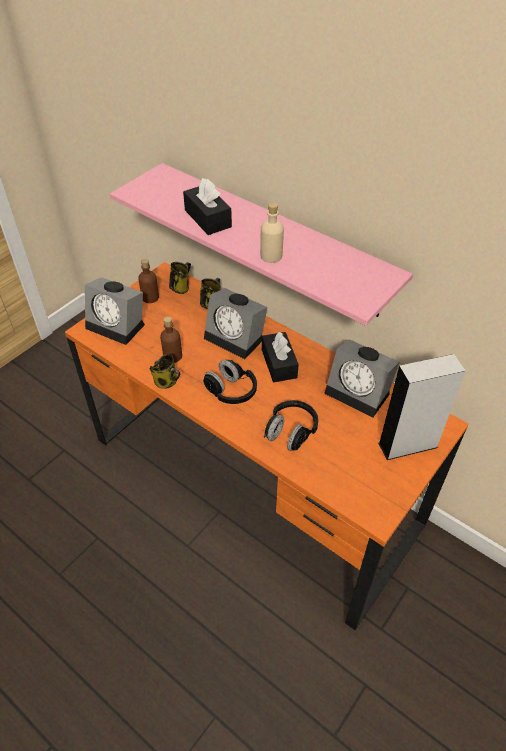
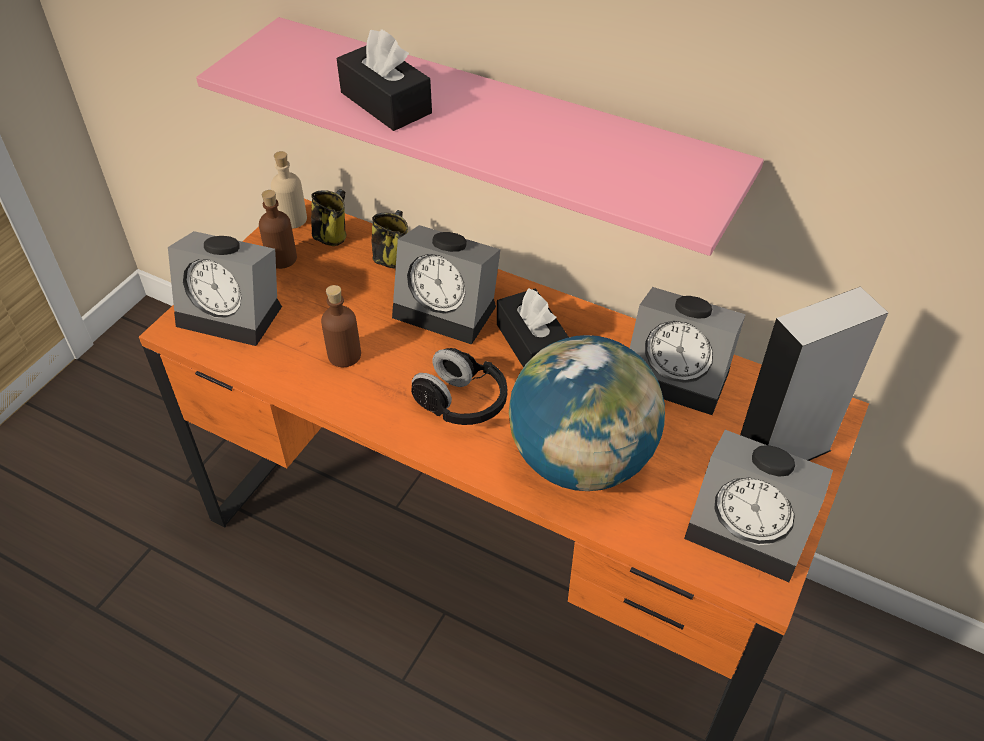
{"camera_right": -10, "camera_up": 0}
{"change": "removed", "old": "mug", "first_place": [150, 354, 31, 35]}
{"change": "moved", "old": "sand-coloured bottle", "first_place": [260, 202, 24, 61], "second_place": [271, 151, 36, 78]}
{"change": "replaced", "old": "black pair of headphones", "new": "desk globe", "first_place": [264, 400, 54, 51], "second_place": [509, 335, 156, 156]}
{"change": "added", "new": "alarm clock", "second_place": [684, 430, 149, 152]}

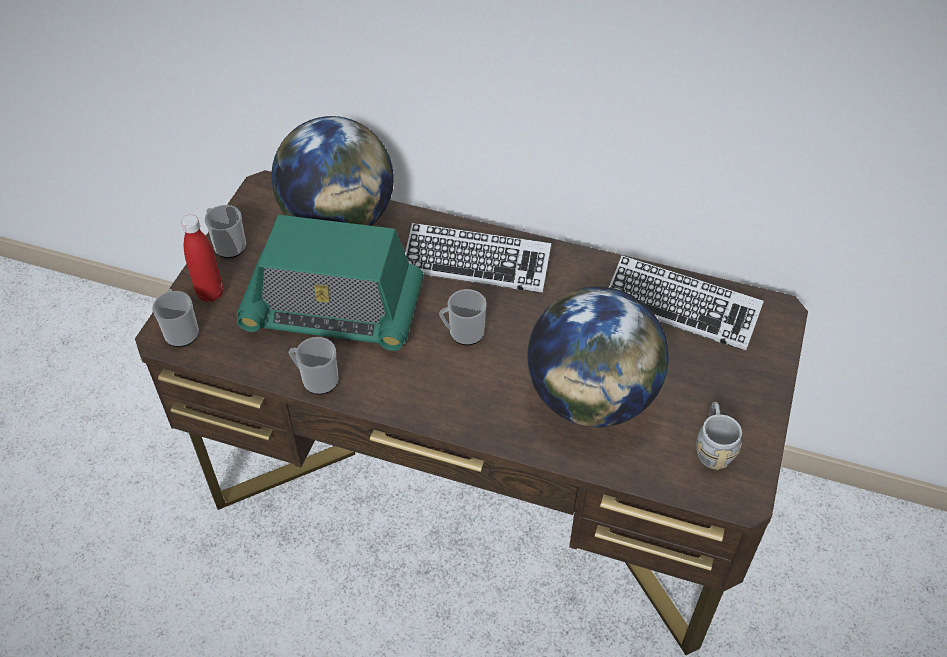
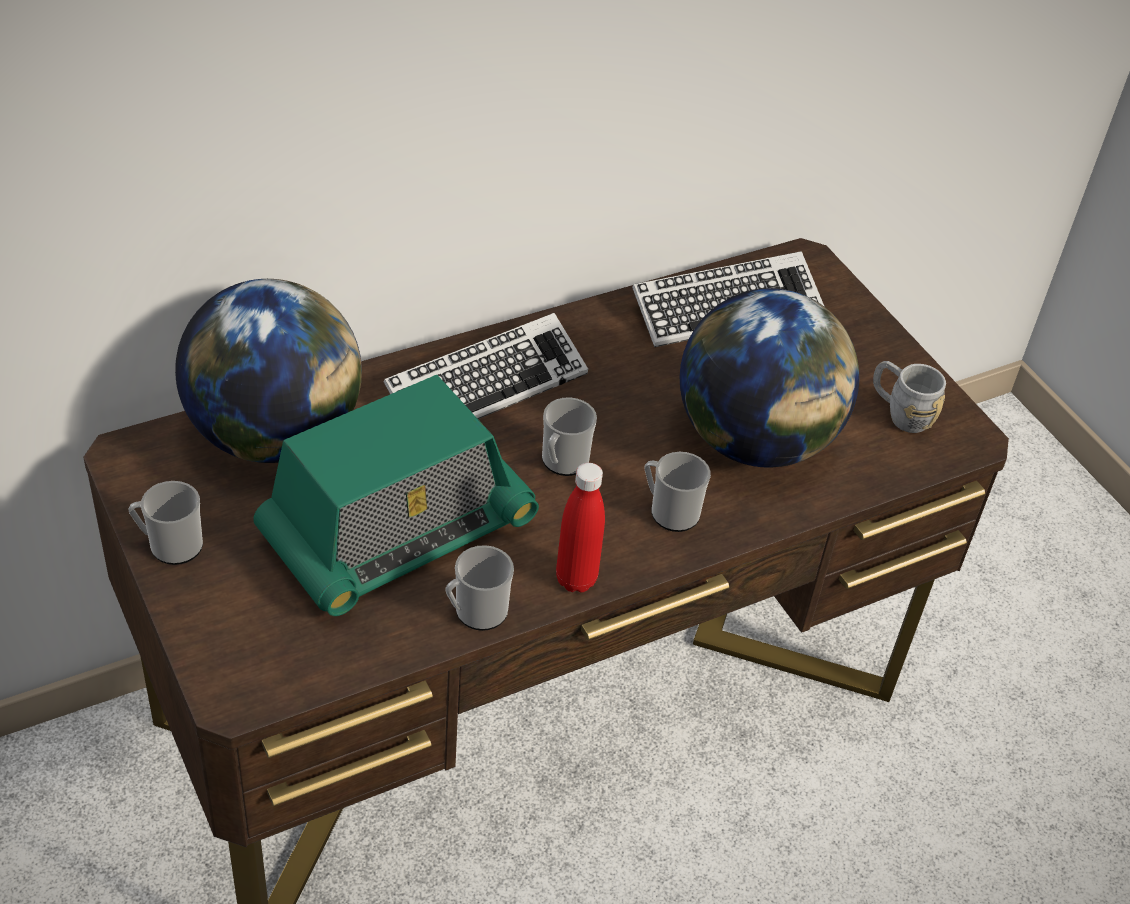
{"camera_right": -50, "camera_up": -5}
{"change": "moved", "old": "mug", "first_place": [152, 289, 47, 58], "second_place": [645, 452, 66, 80]}
{"change": "moved", "old": "red-coloured bottle", "first_place": [181, 215, 42, 87], "second_place": [556, 463, 49, 130]}

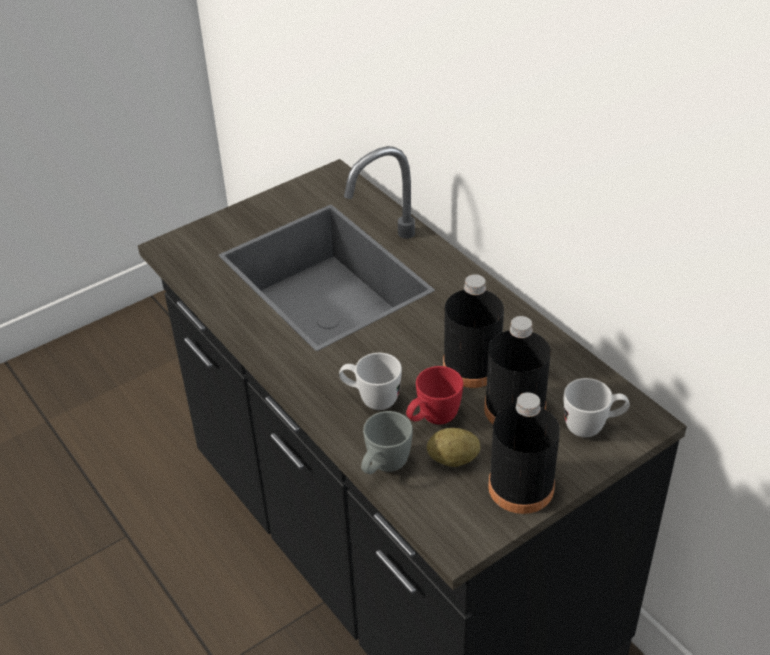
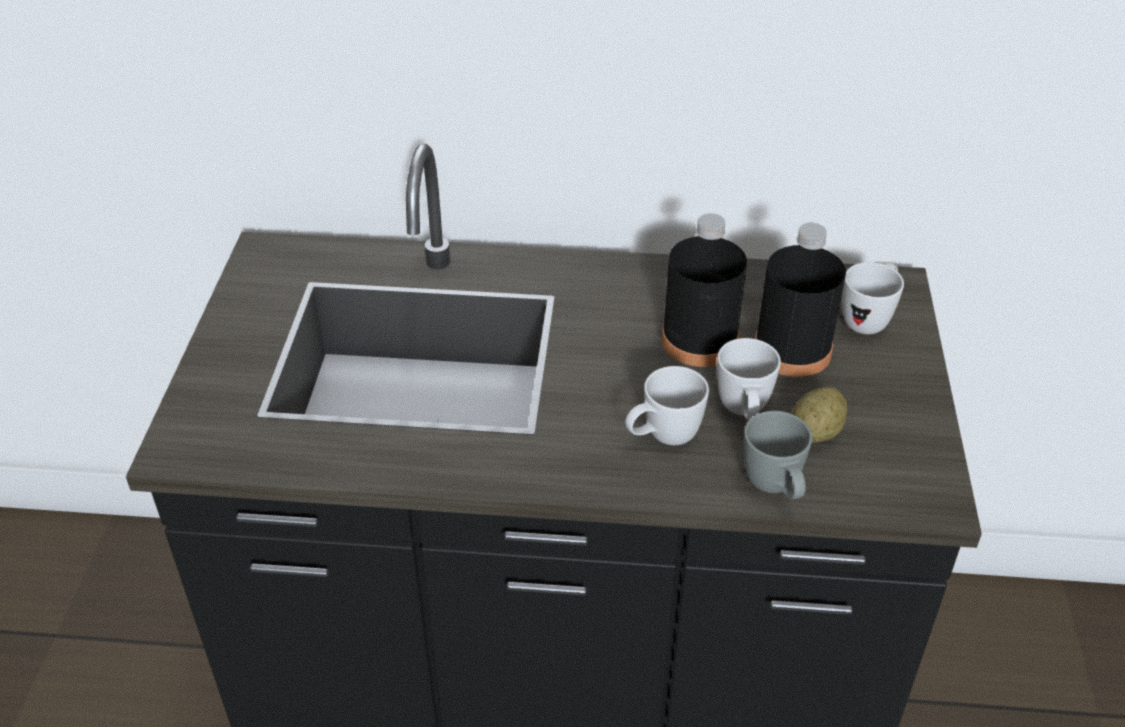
{"camera_right": -50, "camera_up": 0}
{"change": "recoloured", "old": "red-coloured mug", "new": "whitish mug", "first_place": [406, 366, 57, 58], "second_place": [717, 338, 64, 82]}
{"change": "removed", "old": "black bottle", "first_place": [488, 392, 72, 122]}

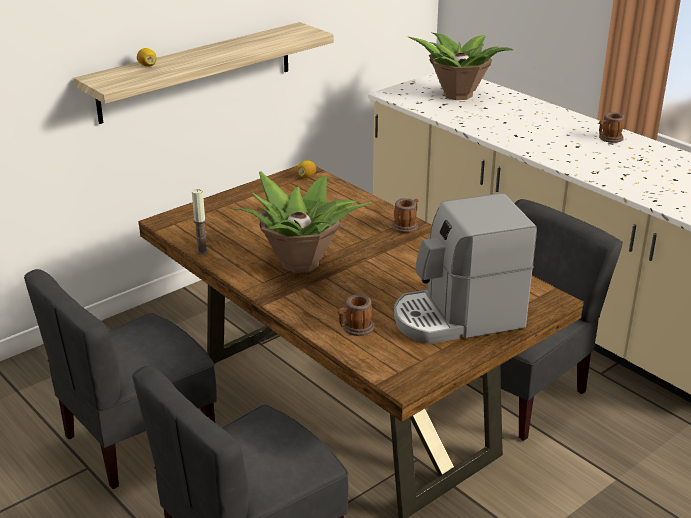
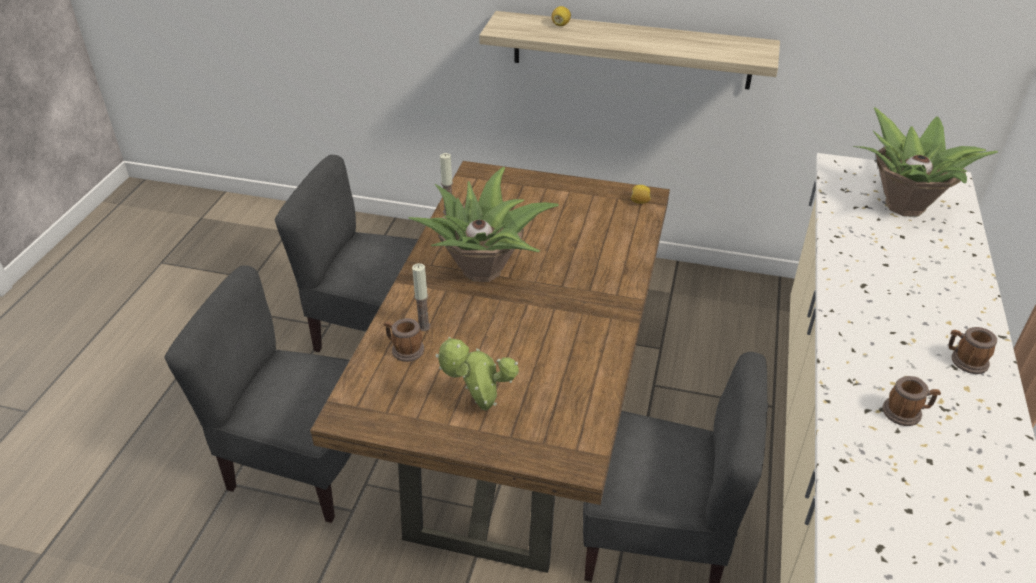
{"camera_right": 55, "camera_up": 10}
{"change": "moved", "old": "mug", "first_place": [392, 198, 27, 35], "second_place": [882, 376, 59, 50]}
{"change": "replaced", "old": "coffee maker", "new": "houseplant", "first_place": [394, 193, 143, 151], "second_place": [436, 337, 83, 73]}
{"change": "added", "new": "wax candle", "second_place": [412, 263, 19, 68]}

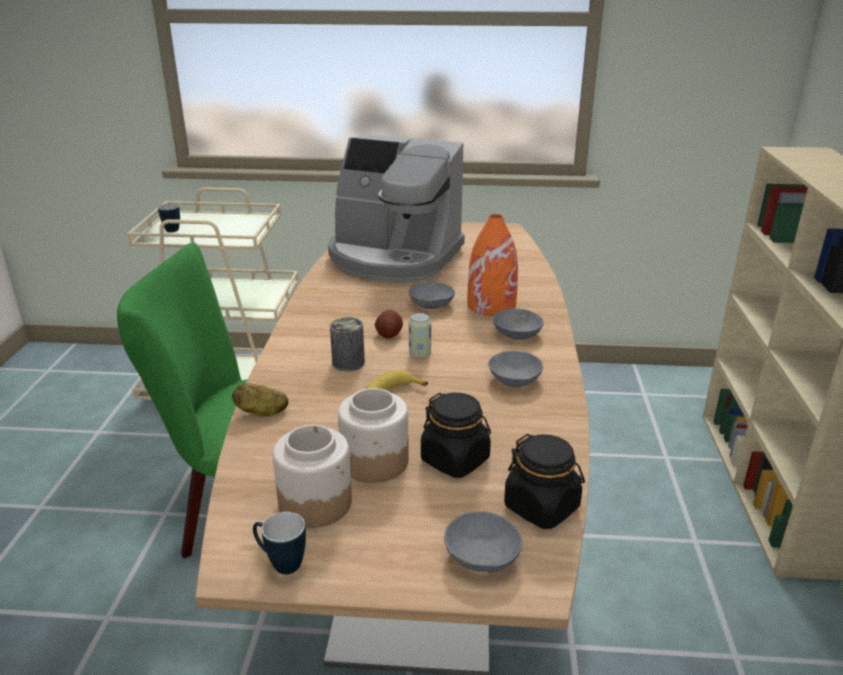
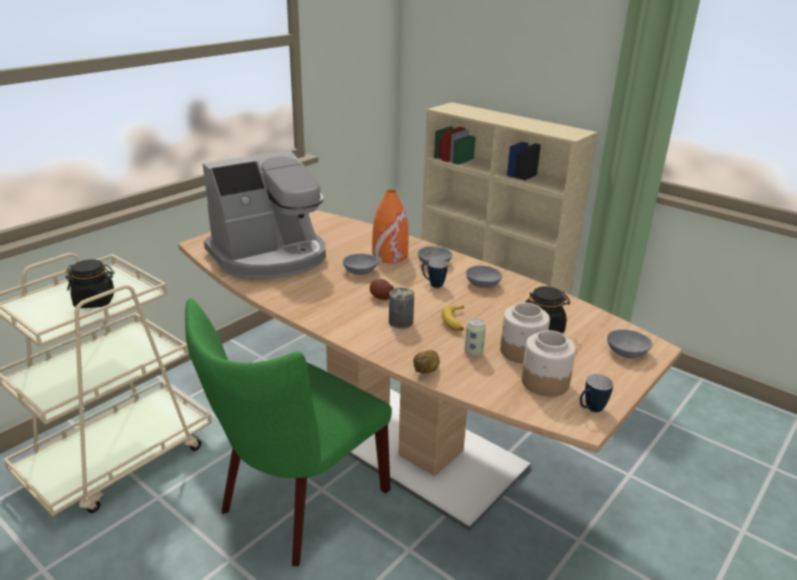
{"camera_right": -55, "camera_up": 0}
{"change": "moved", "old": "mug", "first_place": [158, 203, 22, 29], "second_place": [422, 259, 26, 29]}
{"change": "moved", "old": "metal can", "first_place": [409, 313, 22, 46], "second_place": [464, 319, 22, 37]}
{"change": "moved", "old": "black preserve jar", "first_place": [504, 434, 81, 95], "second_place": [66, 259, 48, 49]}

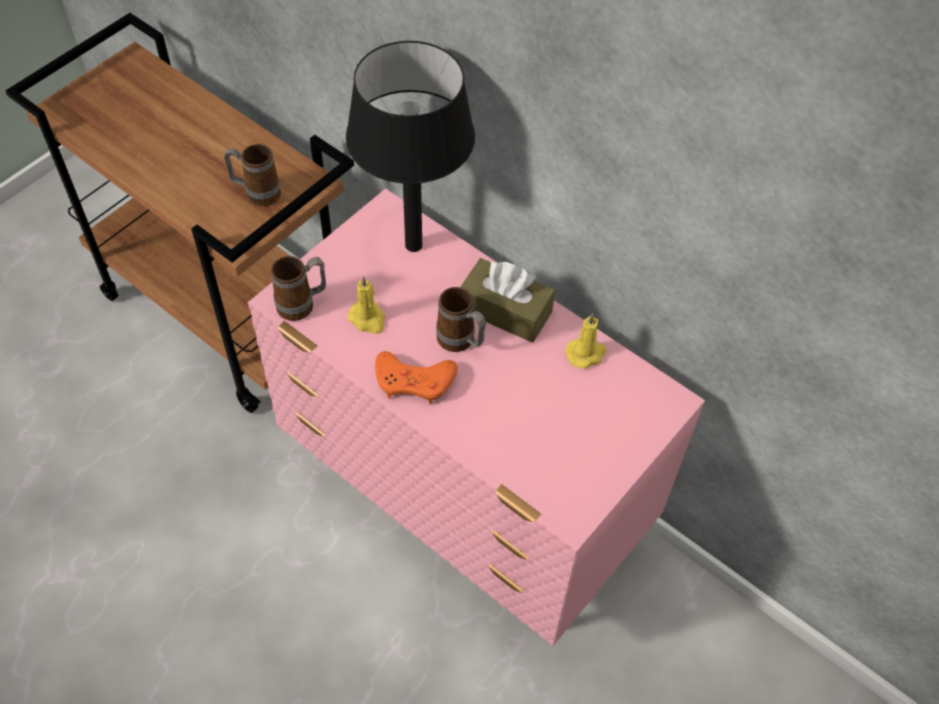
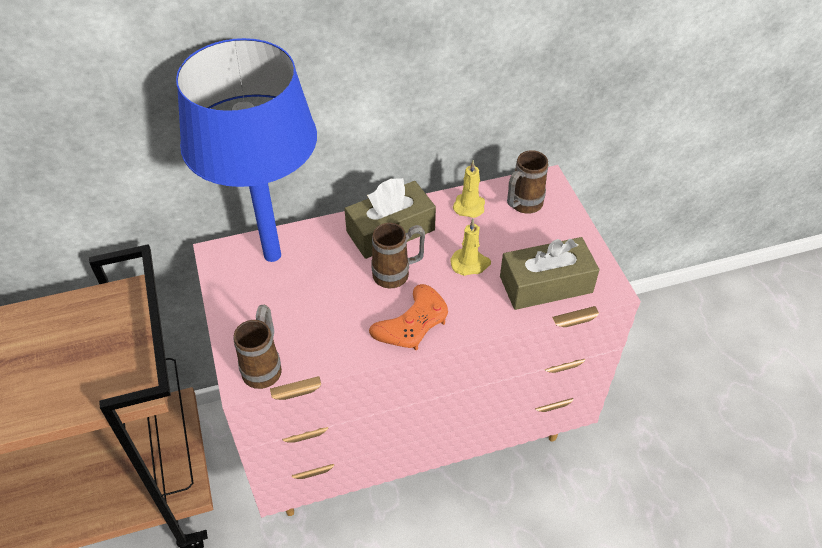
{"camera_right": -55, "camera_up": -5}
{"change": "moved", "old": "mug", "first_place": [224, 144, 57, 62], "second_place": [507, 150, 41, 64]}
{"change": "recoloured", "old": "black tabletop lamp", "new": "bluish tabletop lamp", "first_place": [346, 41, 129, 211], "second_place": [176, 38, 141, 224]}
{"change": "moved", "old": "yellow wax candle", "first_place": [348, 276, 37, 58], "second_place": [450, 219, 41, 57]}
{"change": "added", "new": "brown tissue holder", "second_place": [500, 237, 100, 73]}

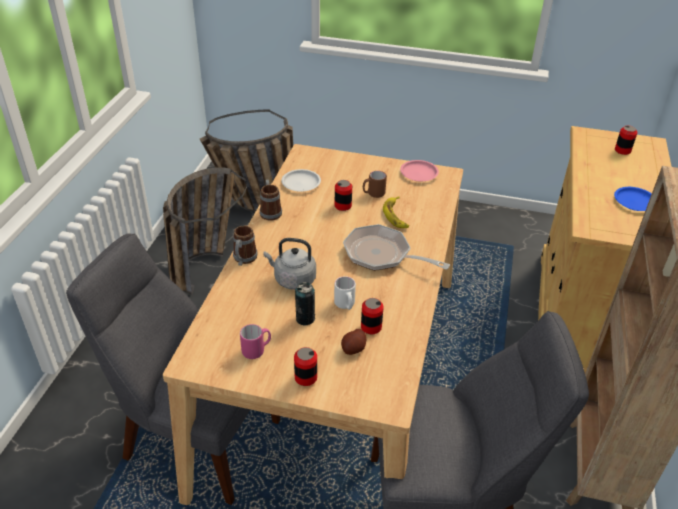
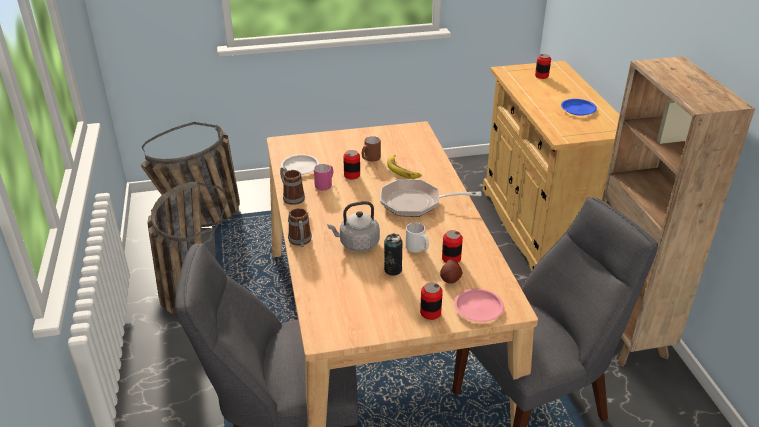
{"camera_right": -25, "camera_up": -5}
{"change": "moved", "old": "pinkish mug", "first_place": [240, 324, 31, 35], "second_place": [314, 164, 19, 27]}
{"change": "moved", "old": "pinkish dinner plate", "first_place": [400, 160, 39, 22], "second_place": [454, 288, 50, 34]}

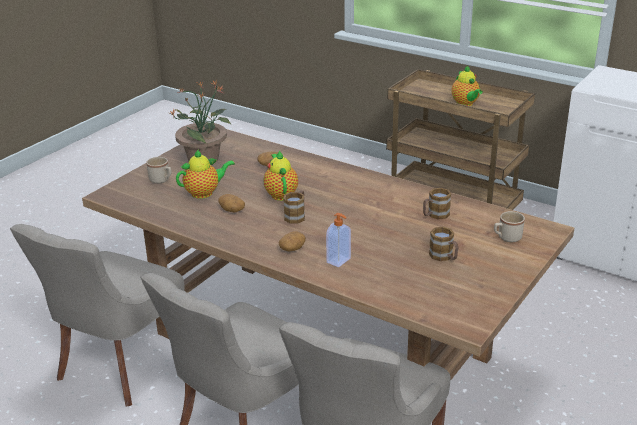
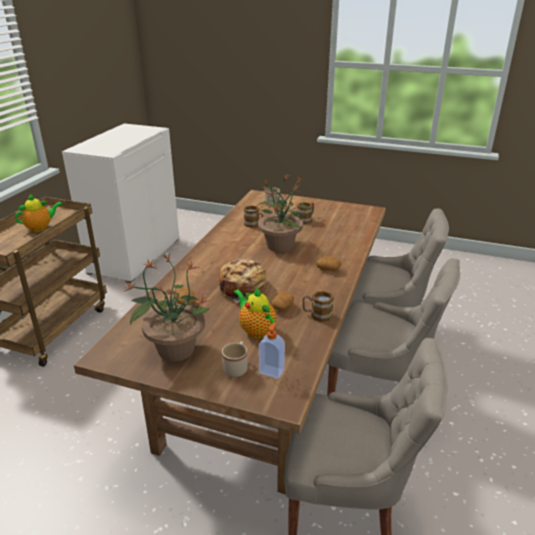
{"camera_right": -105, "camera_up": 0}
{"change": "replaced", "old": "tea pot", "new": "baked bread", "first_place": [264, 150, 34, 51], "second_place": [219, 258, 49, 45]}
{"change": "moved", "old": "mug", "first_place": [283, 191, 22, 33], "second_place": [303, 291, 31, 31]}
{"change": "moved", "old": "soap dispenser", "first_place": [326, 213, 25, 54], "second_place": [259, 323, 26, 56]}
{"change": "added", "new": "houseplant", "second_place": [256, 173, 53, 79]}

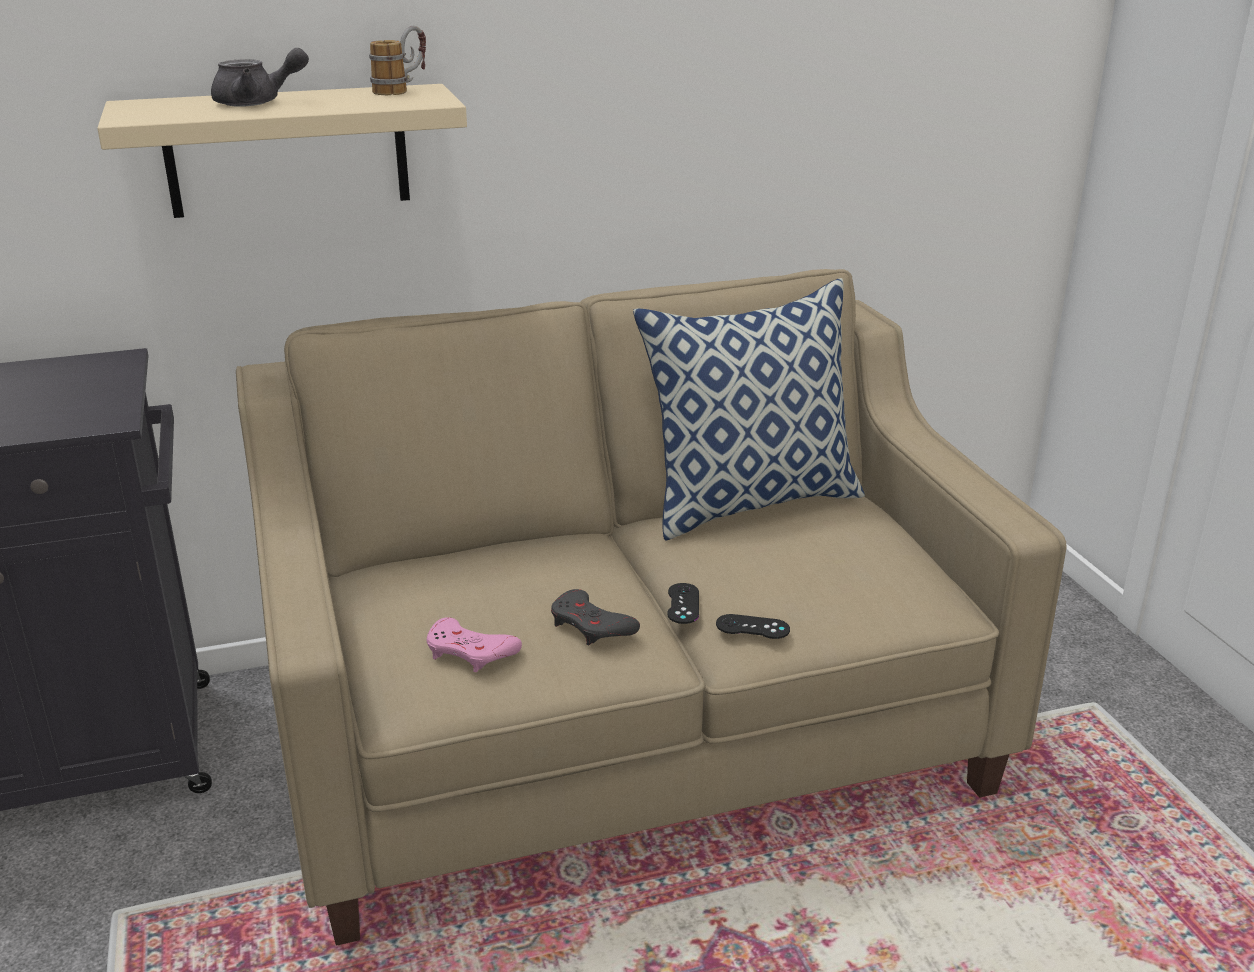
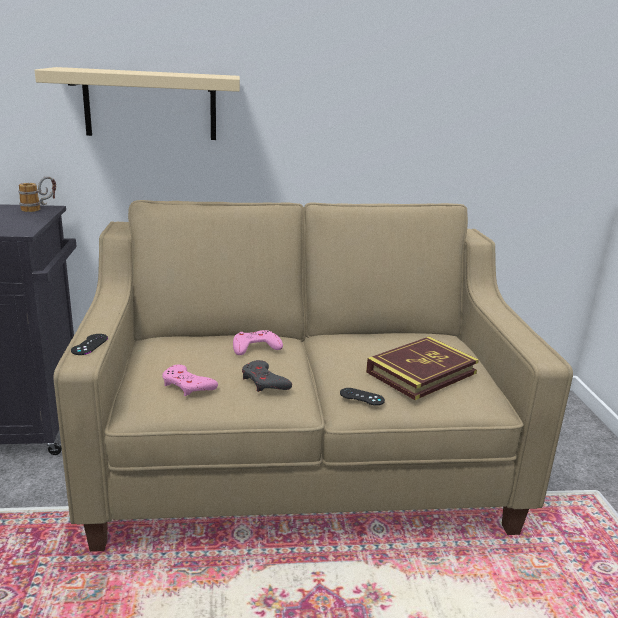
{"camera_right": 10, "camera_up": -5}
{"change": "removed", "old": "grey tea pot", "first_place": [211, 48, 98, 59]}
{"change": "moved", "old": "mug", "first_place": [369, 26, 57, 69], "second_place": [18, 176, 38, 36]}
{"change": "removed", "old": "pillow", "first_place": [633, 278, 232, 262]}
{"change": "moved", "old": "black joypad", "first_place": [667, 583, 32, 41], "second_place": [71, 334, 37, 21]}
{"change": "added", "new": "pinkish joypad", "second_place": [233, 330, 50, 25]}
{"change": "added", "new": "bound book", "second_place": [366, 337, 113, 63]}

